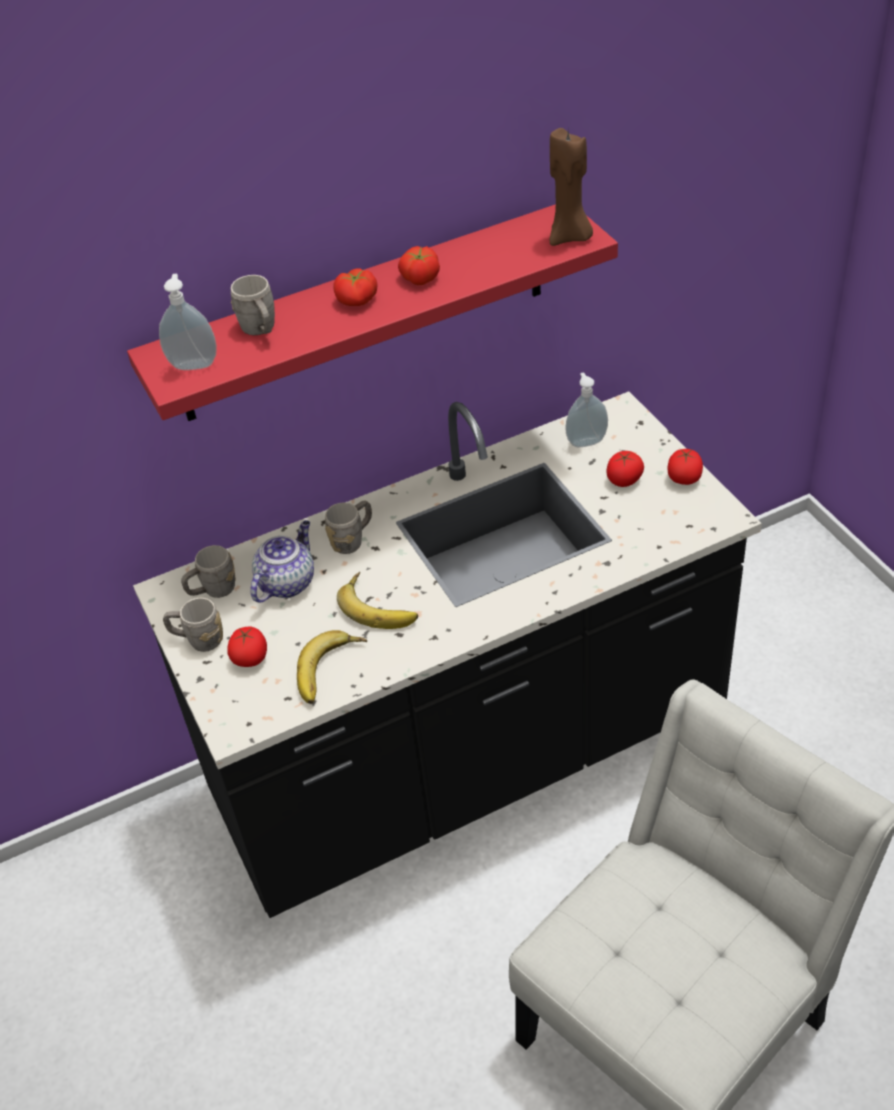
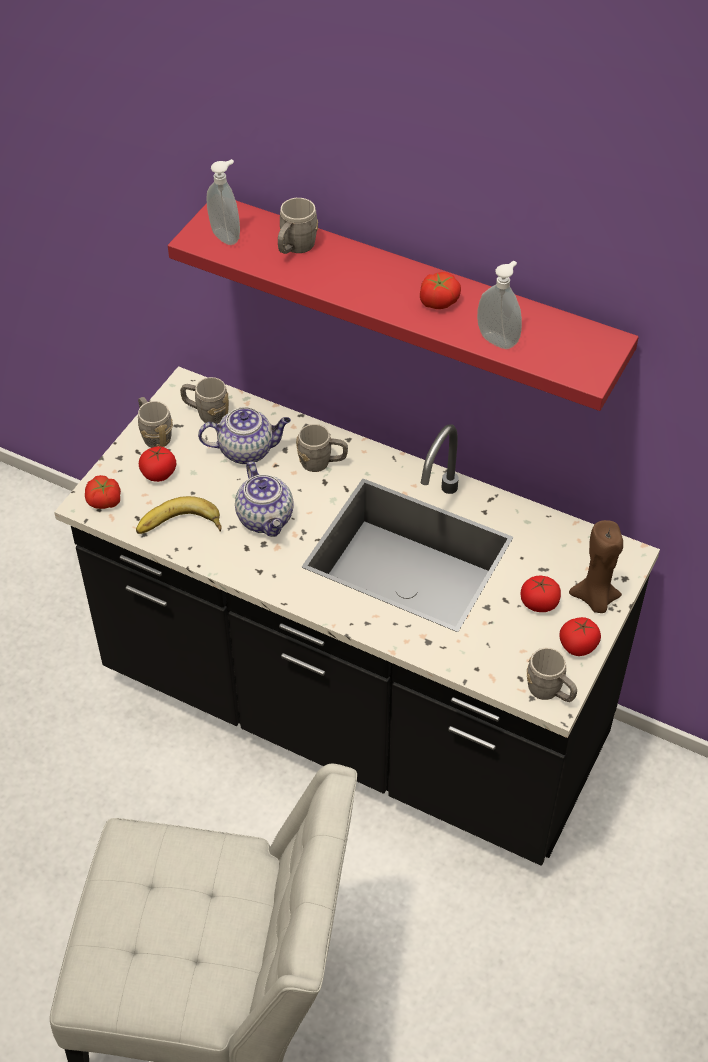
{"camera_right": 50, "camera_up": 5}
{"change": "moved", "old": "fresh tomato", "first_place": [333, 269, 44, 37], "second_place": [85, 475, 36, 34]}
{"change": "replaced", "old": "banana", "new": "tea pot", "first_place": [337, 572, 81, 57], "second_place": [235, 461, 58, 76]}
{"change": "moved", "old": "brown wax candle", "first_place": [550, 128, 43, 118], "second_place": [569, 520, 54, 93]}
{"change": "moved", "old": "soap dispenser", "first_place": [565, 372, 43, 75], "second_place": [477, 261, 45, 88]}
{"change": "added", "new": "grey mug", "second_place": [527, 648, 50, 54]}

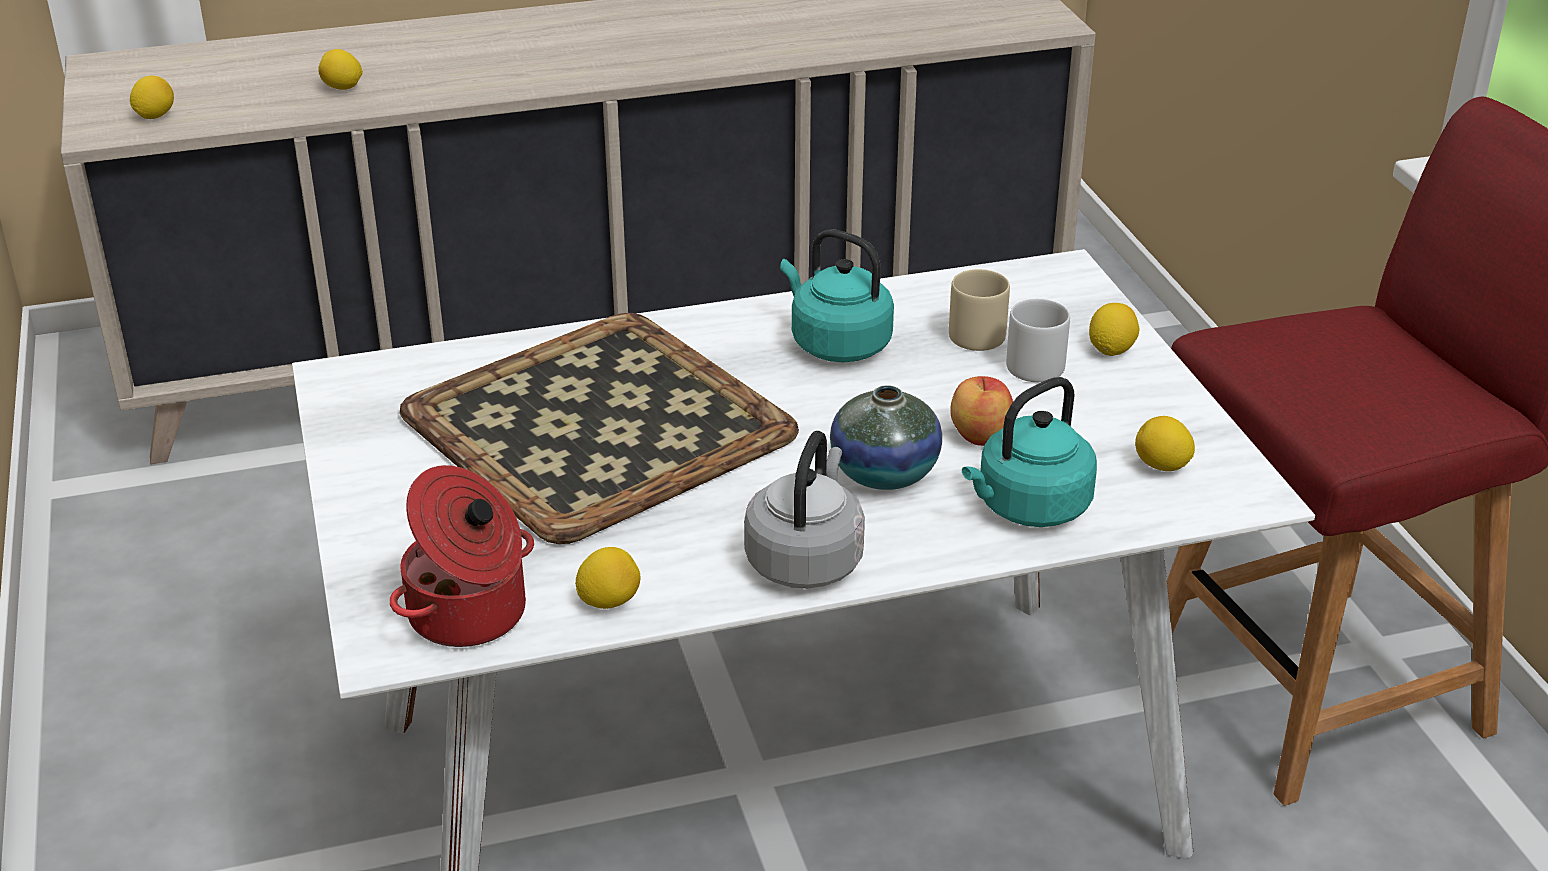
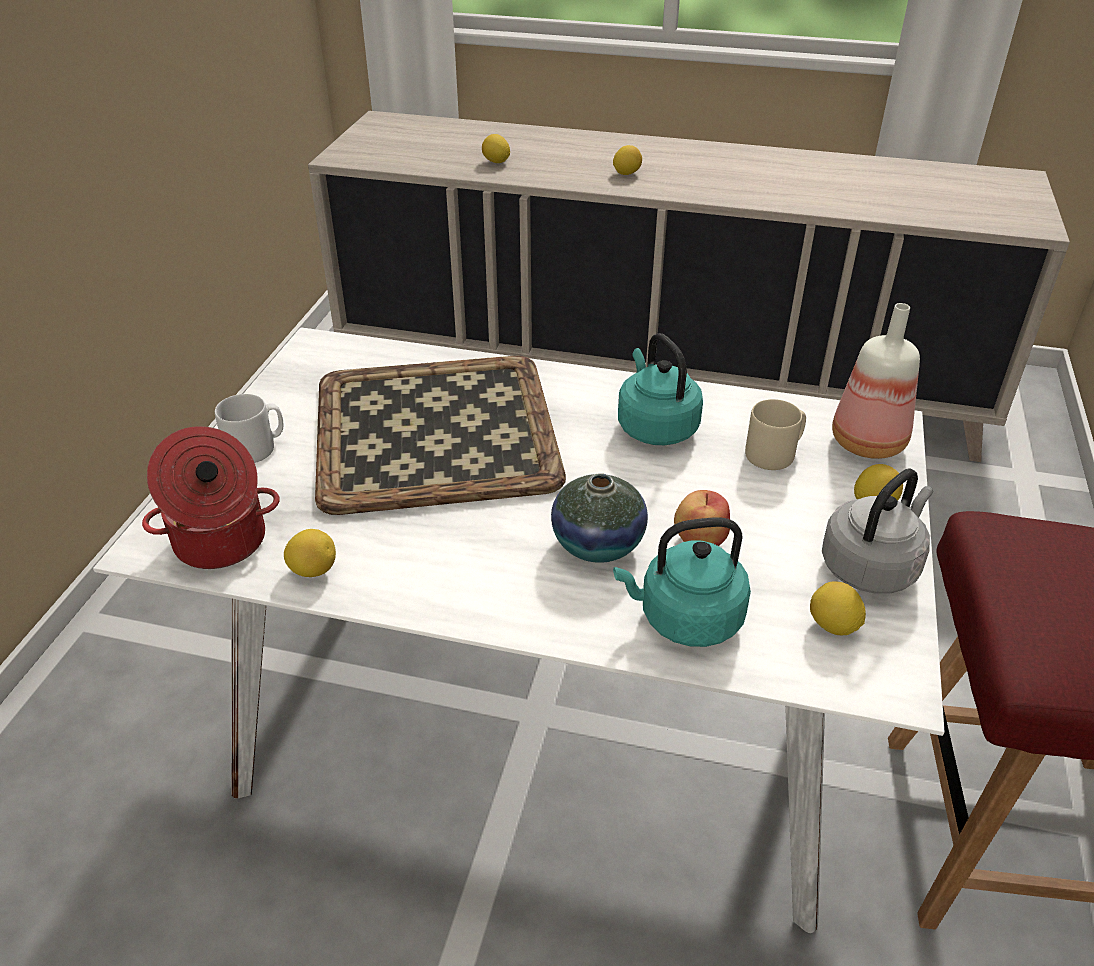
{"camera_right": 30, "camera_up": 5}
{"change": "moved", "old": "citrus fruit", "first_place": [130, 76, 44, 43], "second_place": [613, 145, 29, 30]}
{"change": "moved", "old": "grey kettle", "first_place": [744, 431, 121, 157], "second_place": [822, 469, 111, 125]}
{"change": "moved", "old": "grey mug", "first_place": [1006, 299, 64, 83], "second_place": [215, 394, 68, 69]}
{"change": "added", "new": "bottle", "second_place": [832, 303, 88, 156]}

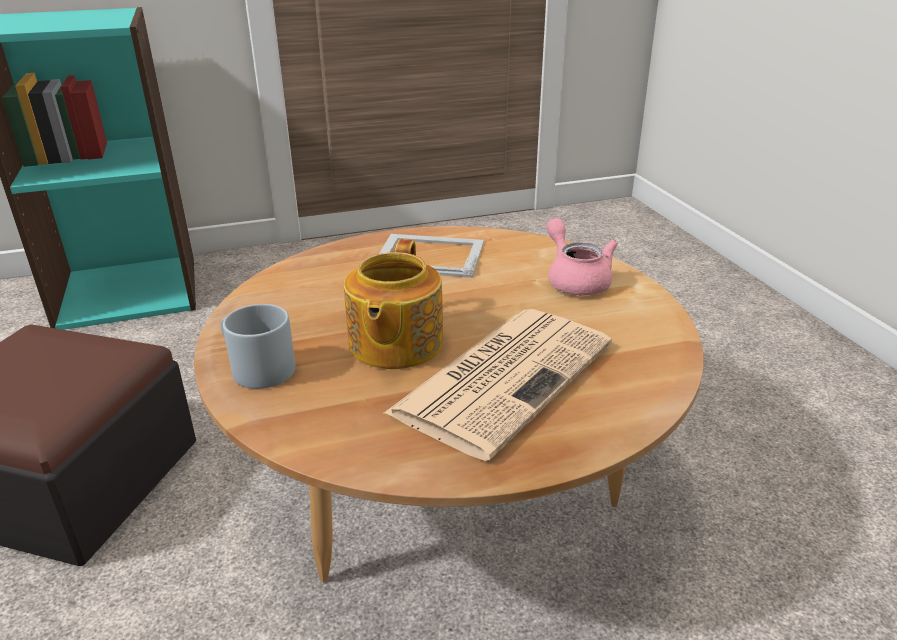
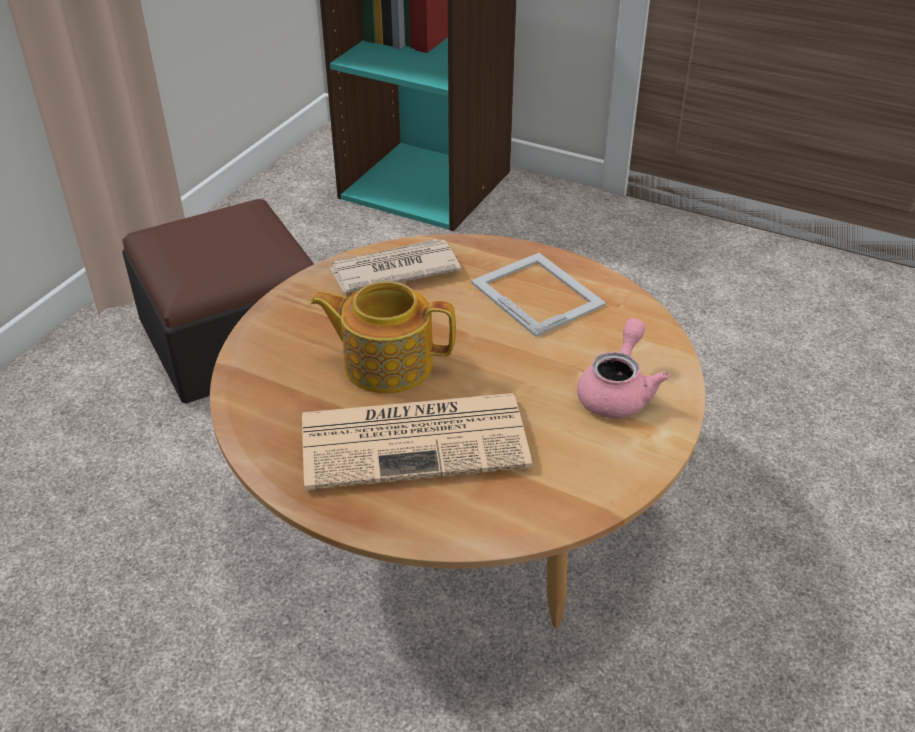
{"camera_right": 45, "camera_up": 10}
{"change": "removed", "old": "grey mug", "first_place": [220, 304, 76, 85]}
{"change": "turned", "old": "tea pot", "first_place": [344, 239, 100, 130], "second_place": [310, 281, 146, 113], "degrees": 45}
{"change": "added", "new": "printed paper", "second_place": [329, 239, 132, 54]}

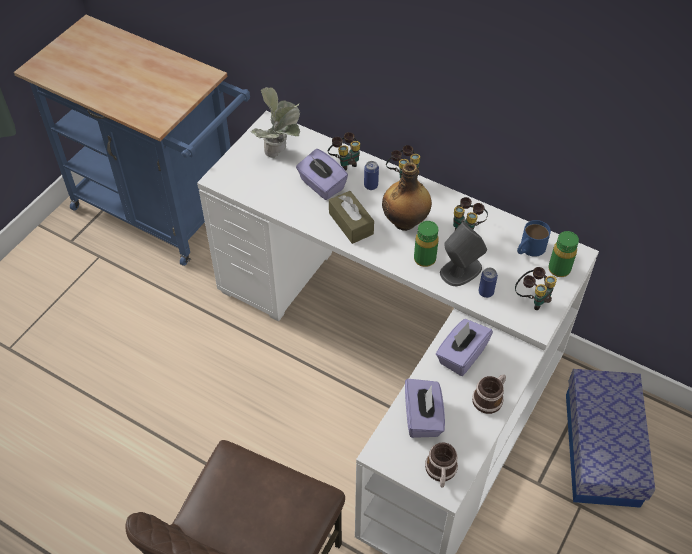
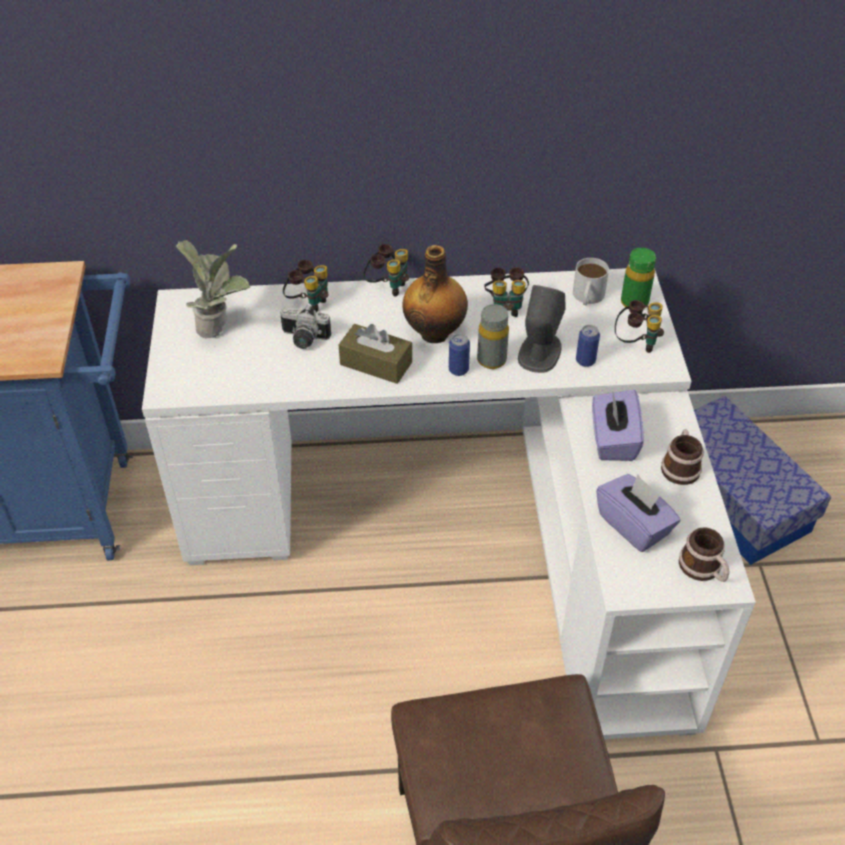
{"camera_right": -35, "camera_up": -5}
{"change": "replaced", "old": "purplish tissue holder", "new": "still camera", "first_place": [296, 149, 52, 51], "second_place": [280, 305, 51, 44]}
{"change": "moved", "old": "metal can", "first_place": [364, 161, 15, 29], "second_place": [449, 333, 21, 43]}
{"change": "recoloured", "old": "green-coloured bottle", "new": "grey bottle", "first_place": [414, 221, 25, 46], "second_place": [477, 304, 32, 65]}
{"change": "recoloured", "old": "bluish mug", "new": "whitish mug", "first_place": [517, 220, 34, 37], "second_place": [573, 258, 36, 47]}

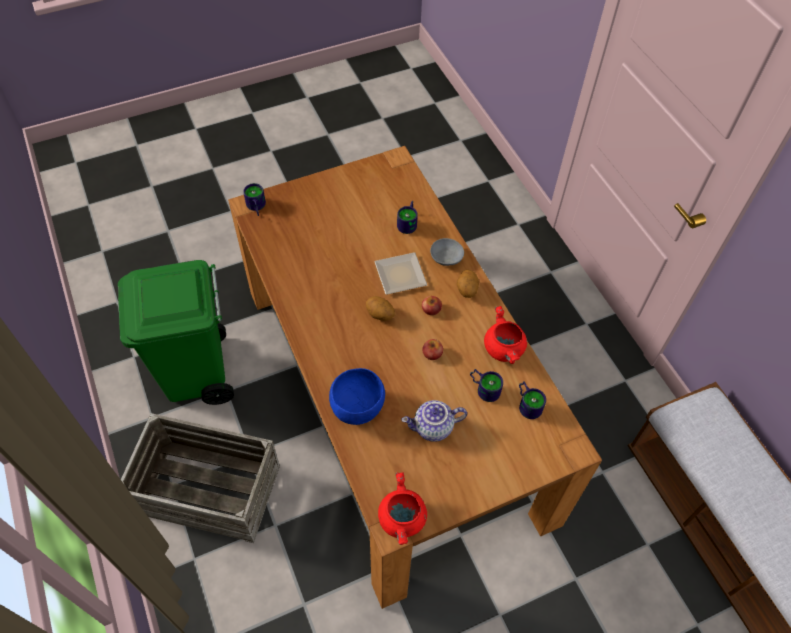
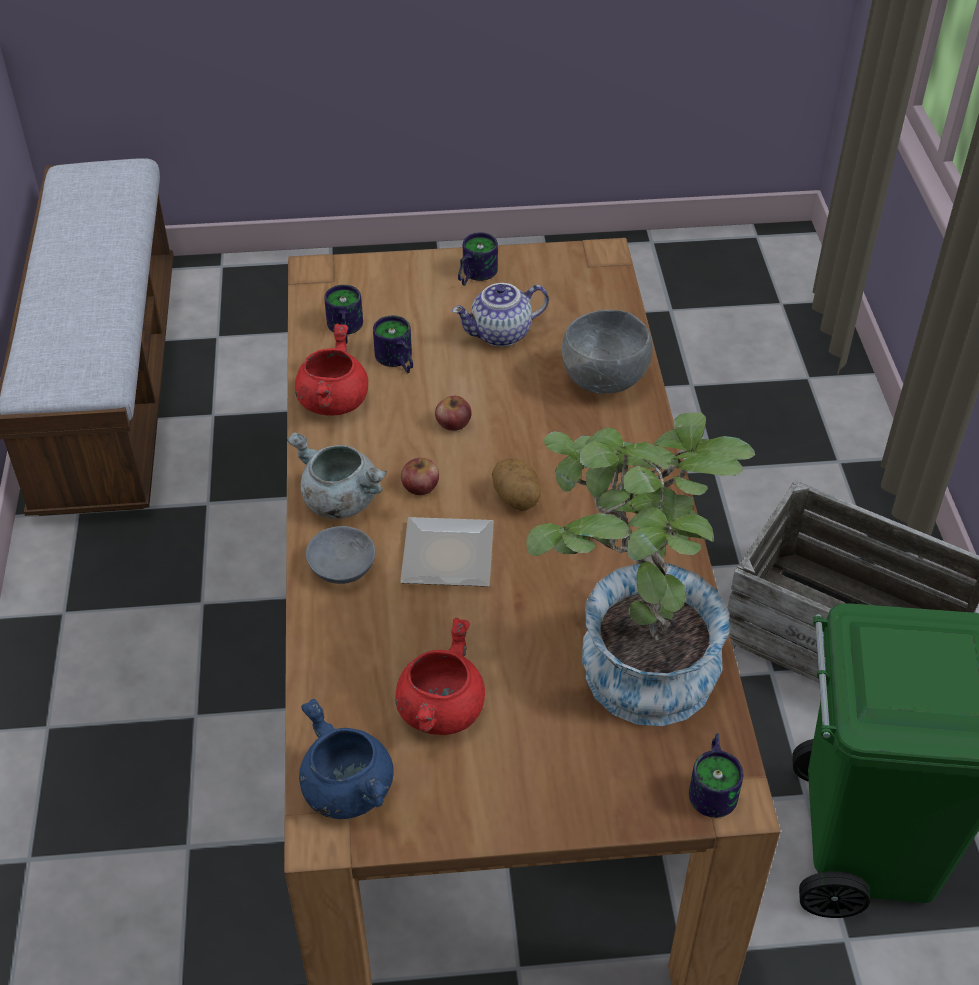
{"camera_right": -160, "camera_up": -10}
{"change": "recoloured", "old": "bluish serving bowl", "new": "grey serving bowl", "first_place": [329, 368, 56, 57], "second_place": [562, 310, 91, 84]}
{"change": "moved", "old": "red-coloured stockpot", "first_place": [378, 472, 49, 73], "second_place": [395, 618, 90, 117]}
{"change": "moved", "old": "mug", "first_place": [397, 201, 21, 33], "second_place": [458, 232, 40, 54]}
{"change": "turned", "old": "tea pot", "first_place": [401, 400, 66, 42], "second_place": [452, 283, 97, 64], "degrees": 150}
{"change": "replaced", "old": "spud", "new": "grey stockpot", "first_place": [457, 270, 22, 28], "second_place": [287, 432, 100, 87]}
{"change": "added", "new": "bluish stockpot", "second_place": [299, 699, 95, 120]}
{"change": "added", "new": "houseplant", "second_place": [526, 412, 229, 314]}

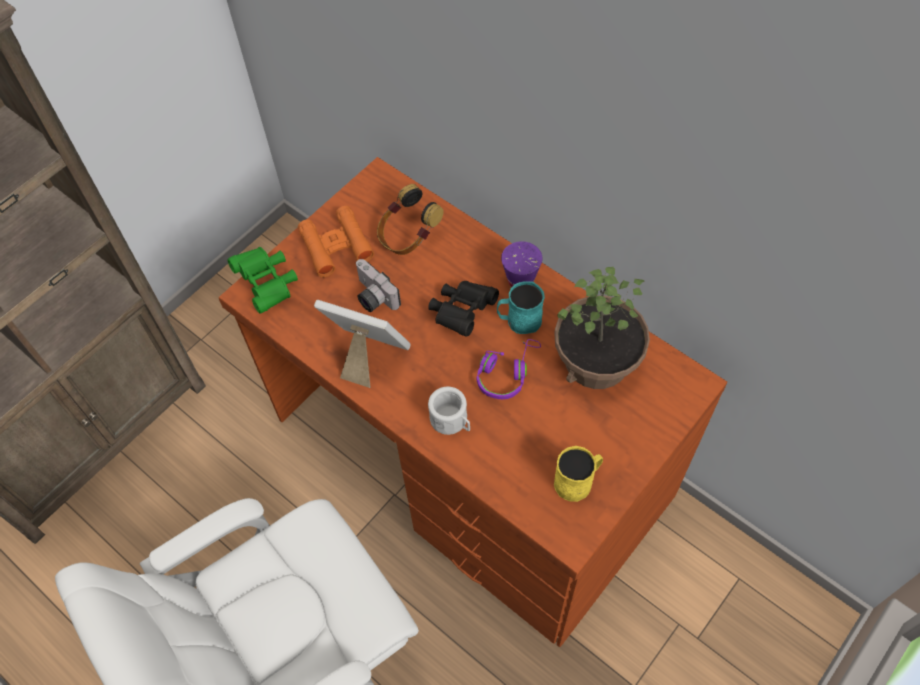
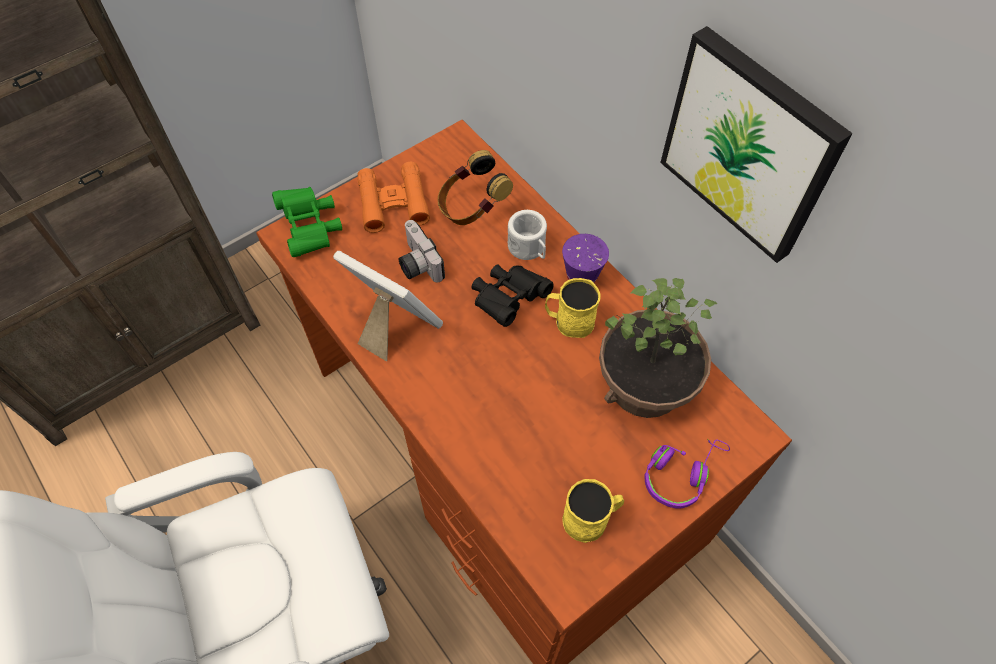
{"camera_right": 10, "camera_up": 0}
{"change": "moved", "old": "whitish mug", "first_place": [428, 387, 42, 48], "second_place": [508, 210, 39, 50]}
{"change": "moved", "old": "purplish pair of headphones", "first_place": [477, 339, 64, 60], "second_place": [644, 438, 86, 71]}
{"change": "recoloured", "old": "blue-green mug", "new": "yellow mug", "first_place": [497, 281, 48, 53], "second_place": [545, 278, 56, 60]}
{"change": "added", "new": "picture", "second_place": [660, 26, 193, 237]}

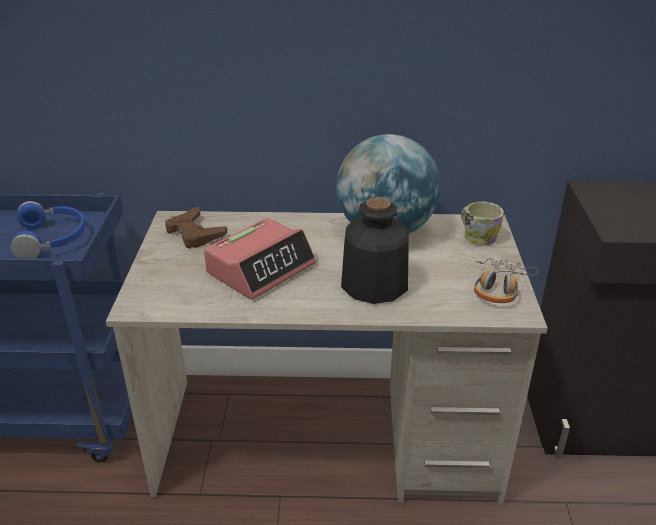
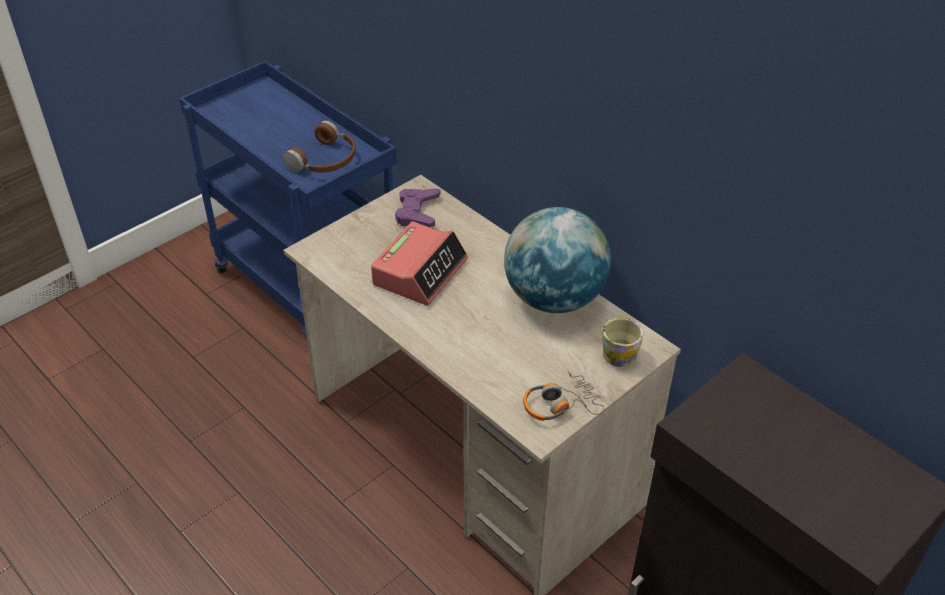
{"camera_right": 45, "camera_up": 10}
{"change": "recoloured", "old": "bluish pair of headphones", "new": "brown pair of headphones", "first_place": [11, 201, 74, 57], "second_place": [283, 121, 73, 52]}
{"change": "recoloured", "old": "brown joypad", "new": "purplish joypad", "first_place": [165, 207, 63, 42], "second_place": [395, 188, 45, 39]}
{"change": "turned", "old": "alarm clock", "first_place": [204, 218, 112, 82], "second_place": [371, 221, 97, 85], "degrees": -60}
{"change": "removed", "old": "bottle", "first_place": [341, 197, 68, 107]}

